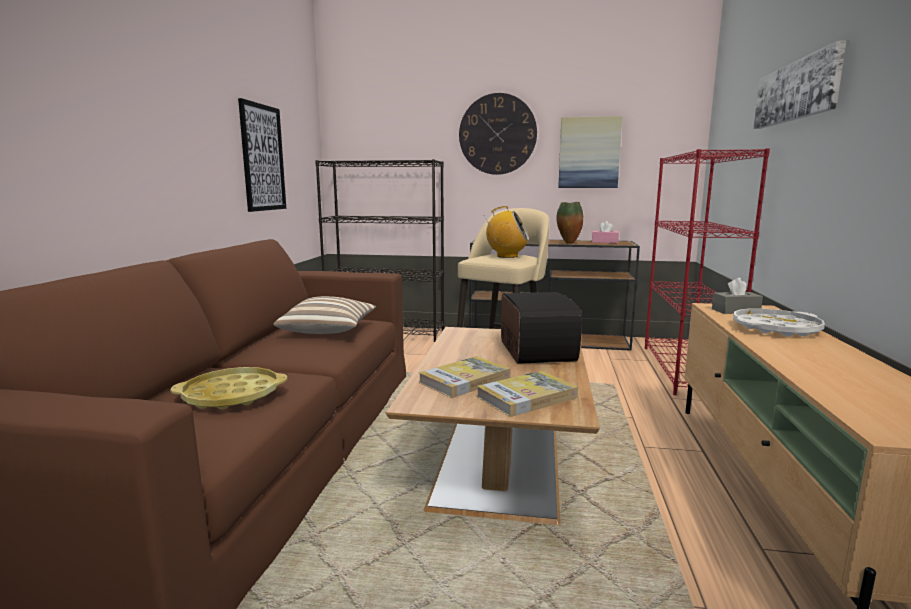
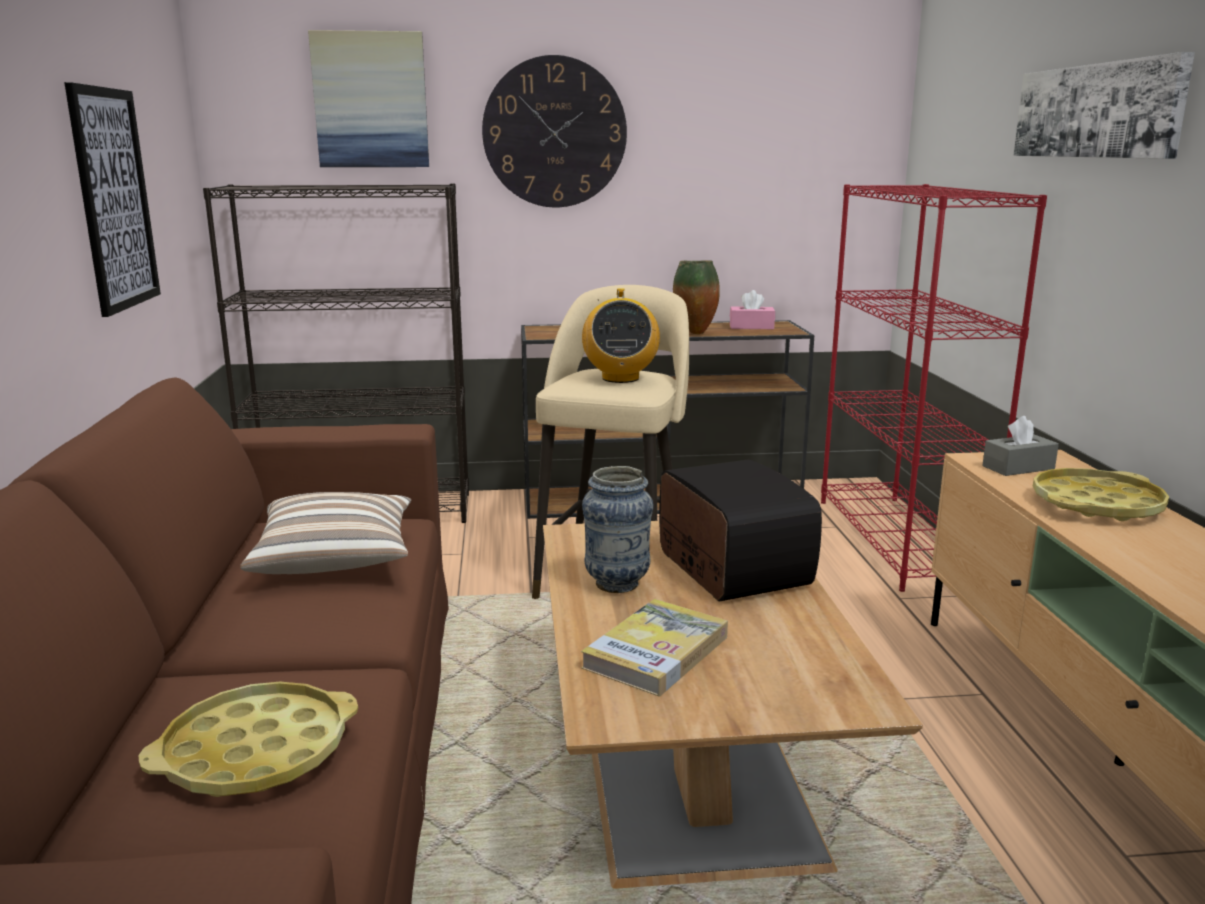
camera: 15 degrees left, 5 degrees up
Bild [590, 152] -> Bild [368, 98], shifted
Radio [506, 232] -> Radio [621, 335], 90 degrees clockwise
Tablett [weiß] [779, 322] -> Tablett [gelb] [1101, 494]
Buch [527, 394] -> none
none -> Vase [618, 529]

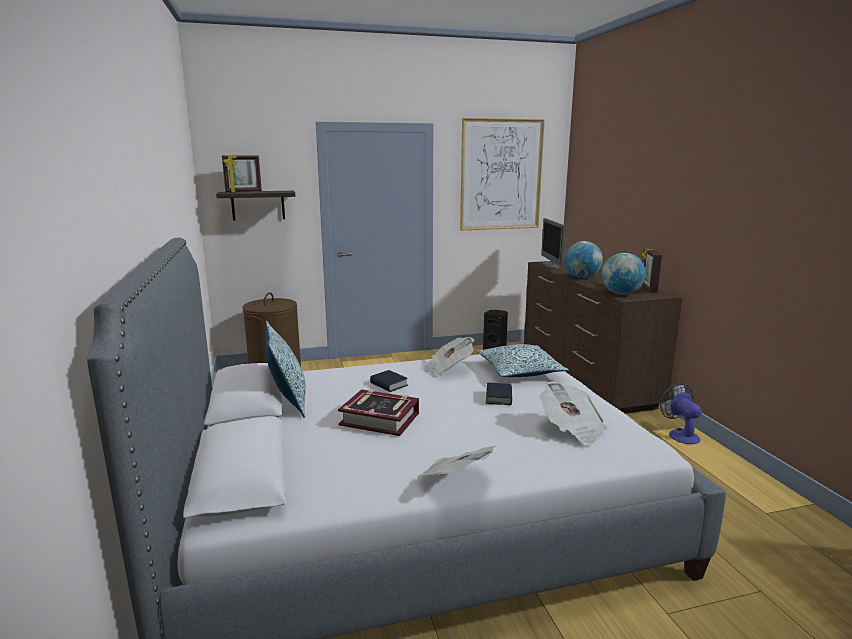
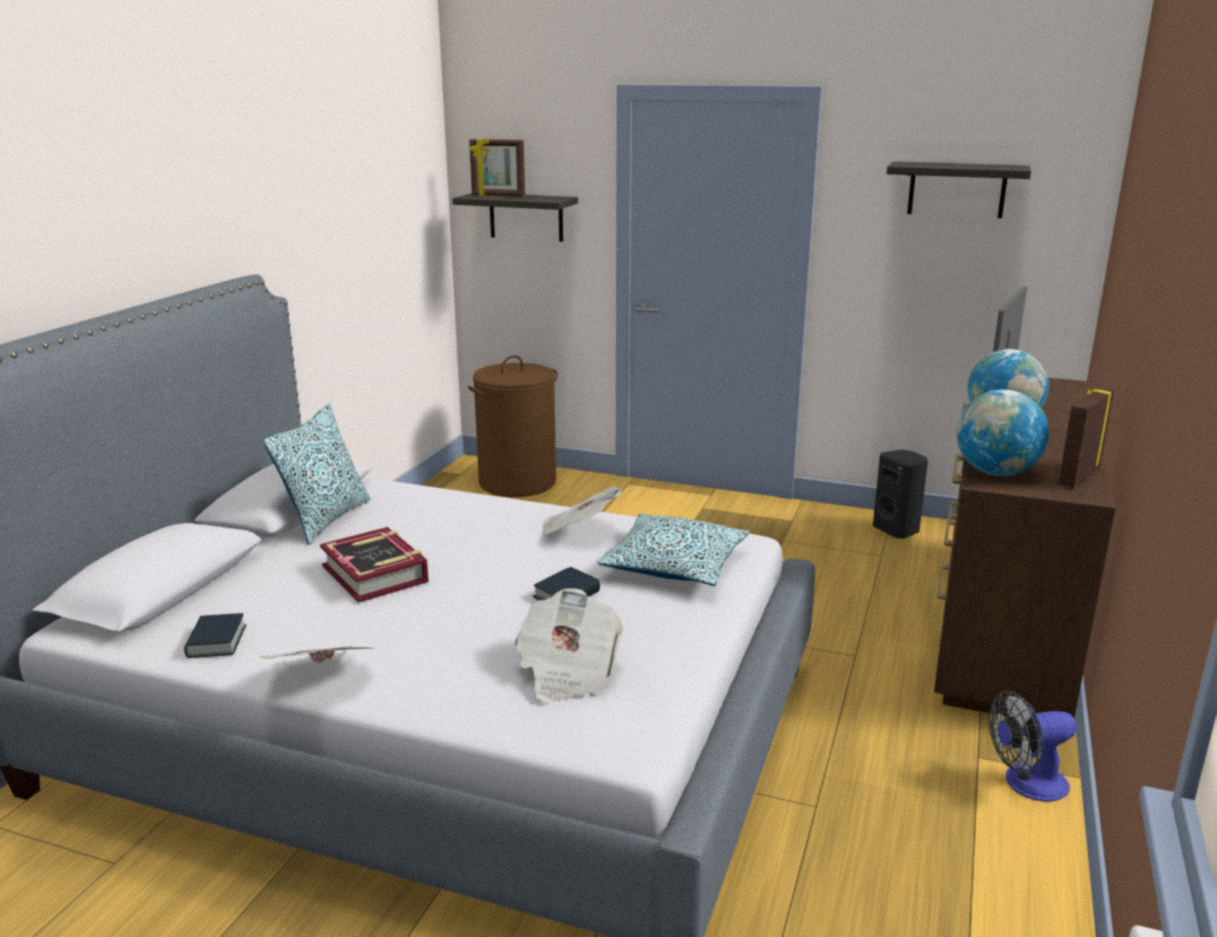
camera: 35 degrees right, 5 degrees up
Bild [502, 174] -> Wandregal [959, 189]
Buch [389, 381] -> Buch [215, 635], shifted
Ventilator [681, 413] -> Ventilator [1033, 746], 120 degrees counterclockwise

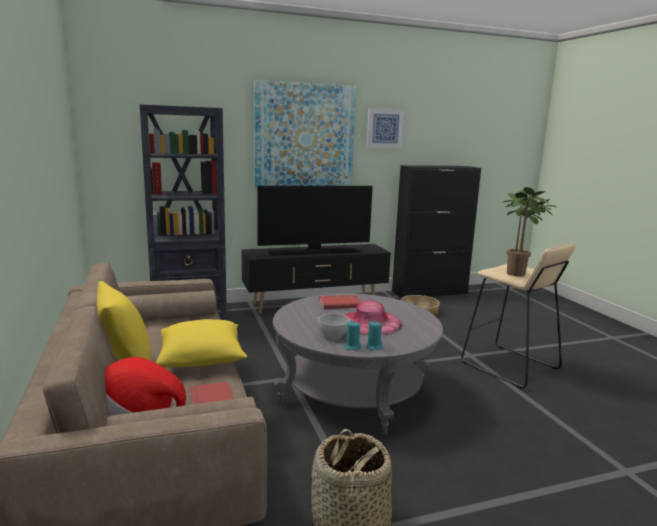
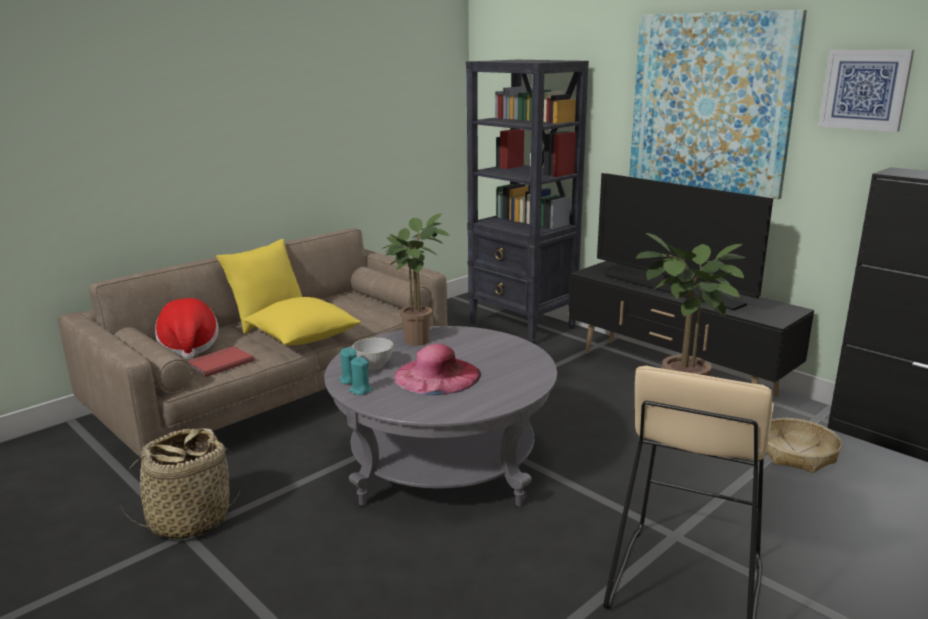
camera: 65 degrees right, 5 degrees up
Buch [rot] [340, 302] -> none
none -> Topfpflanze [416, 279]

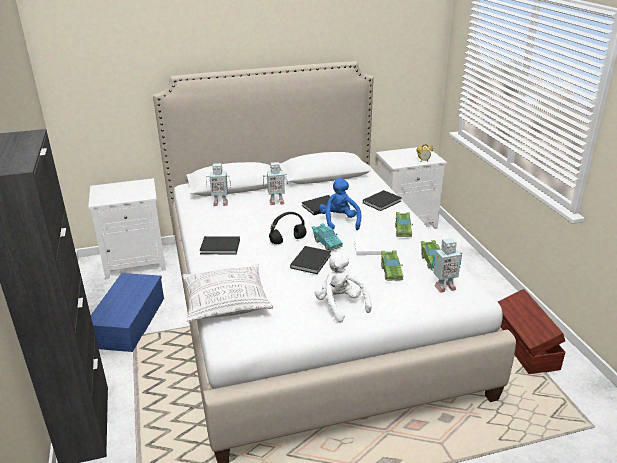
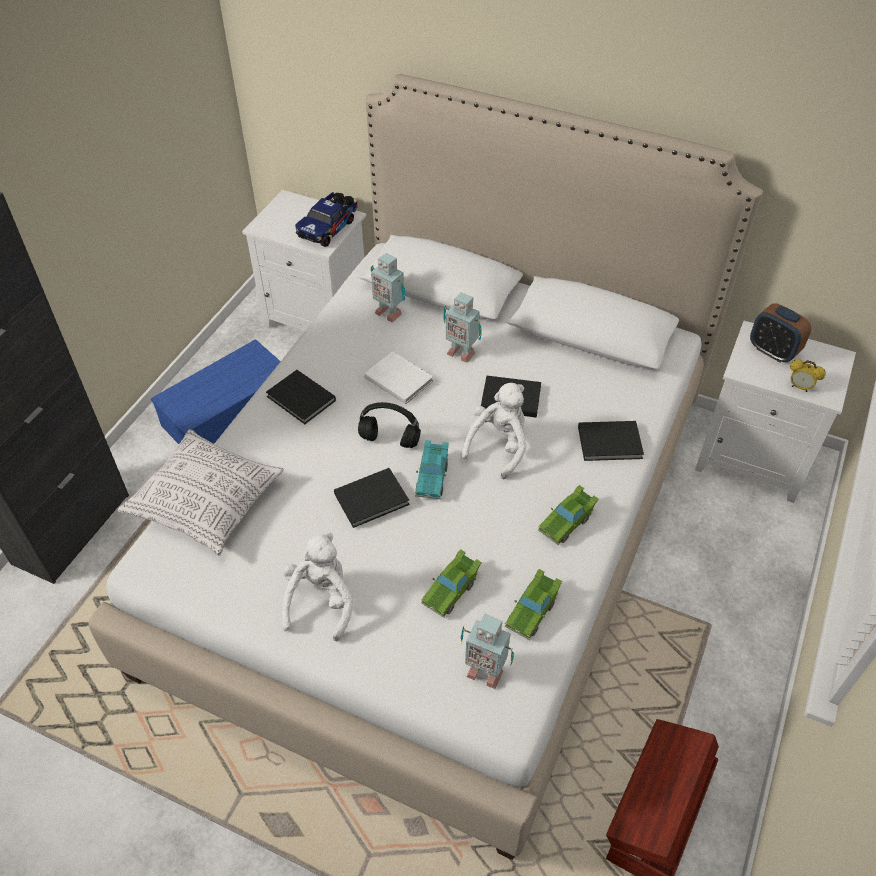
camera: 40 degrees right, 20 degrees up
Plüschtier [blau] [340, 204] -> Plüschtier [weiß] [494, 431]
Buch [weiß] [374, 246] -> Buch [weiß] [399, 377], shifted
none -> Spielzeuglaster [326, 219]
none -> Wecker [780, 332]

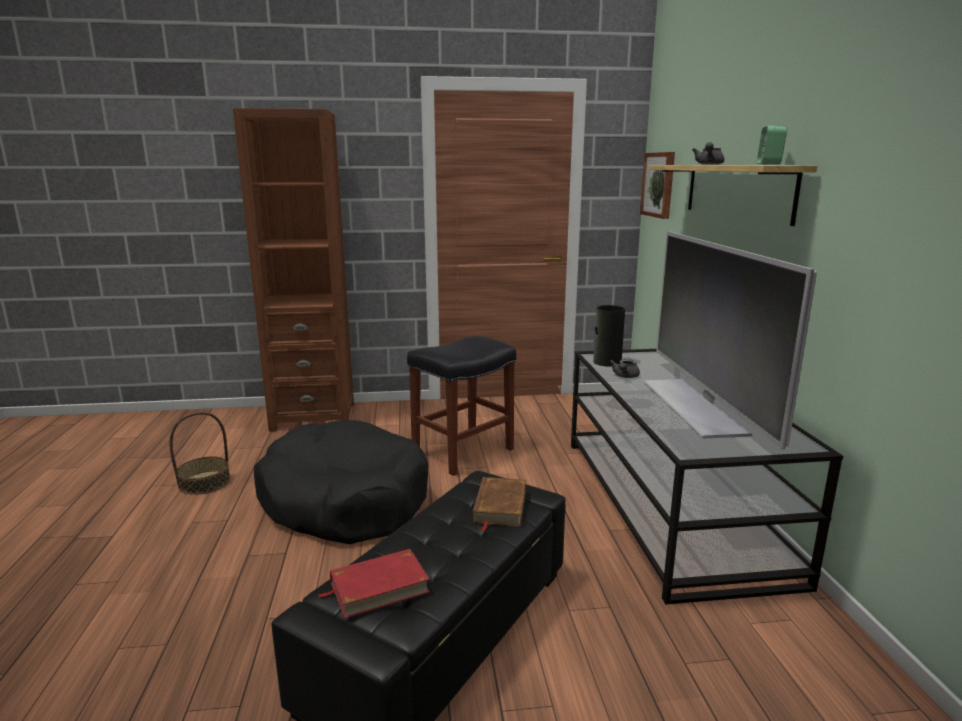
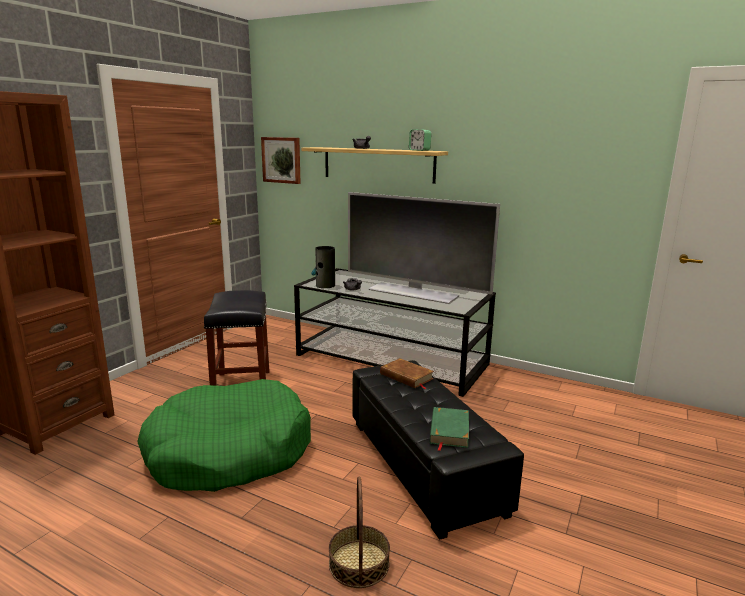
camera: 55 degrees left, 0 degrees up
Korb [200, 453] -> Korb [359, 532], shifted
Hundebett [schwarz] [341, 482] -> Hundebett [grün] [224, 435]
Buch [rot] [374, 584] -> Buch [grün] [449, 429]

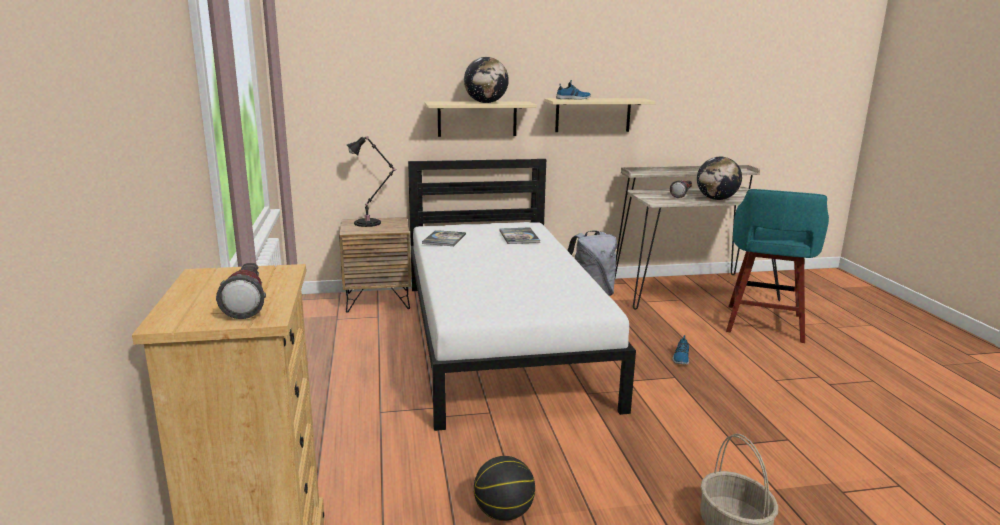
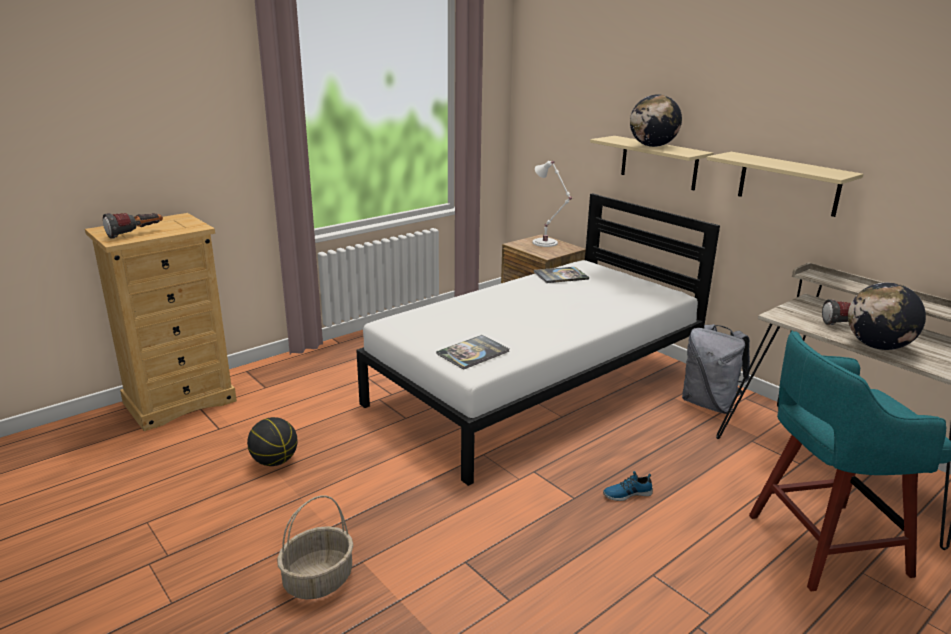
camera: 60 degrees right, 5 degrees up
Schuh [573, 90] -> none
Tischlampe [schwarz] [371, 181] -> Tischlampe [weiß] [552, 204]
Buch [519, 235] -> Buch [473, 352], shifted

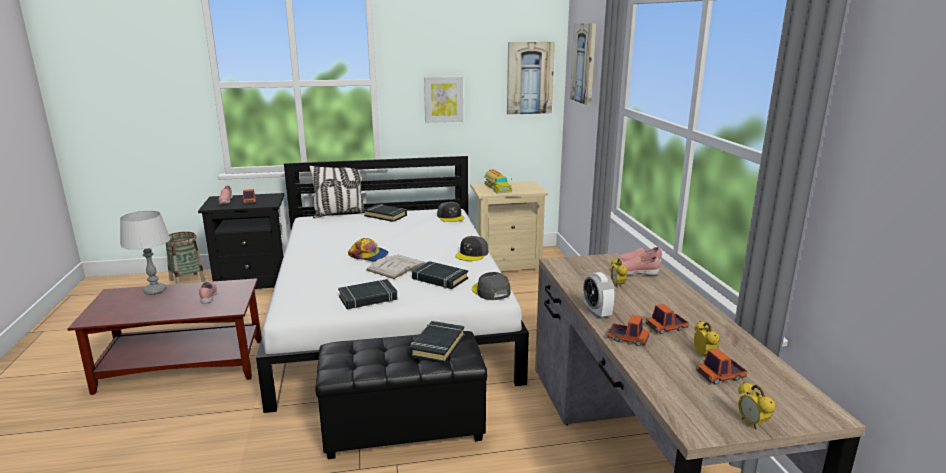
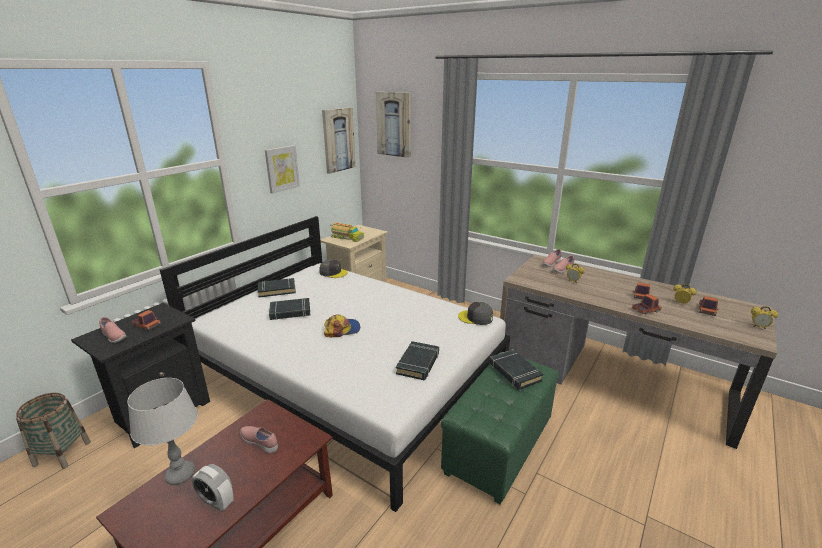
camera: 45 degrees left, 5 degrees up
Kissen [337, 192] -> none
Kappe [grau] [471, 248] -> none
Buch [weiß] [396, 267] -> none
Buch [schwarz] [440, 275] -> Buch [schwarz] [289, 309], shifted
Wecker [599, 295] -> Wecker [213, 487], shifted
Polsterhocker [schwarz] [401, 395] -> Polsterhocker [grün] [500, 428]

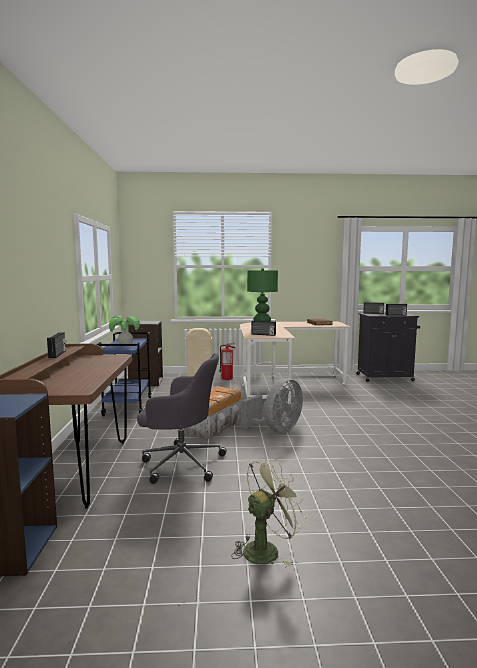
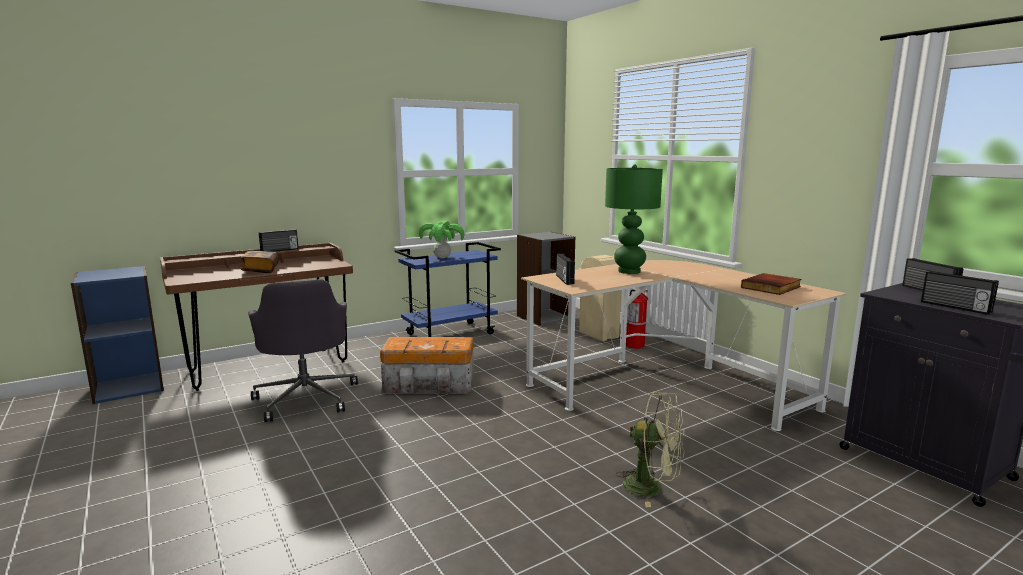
camera: 60 degrees right, 5 degrees up
Ventilator [grau] [272, 405] -> none
Ventilator [grün] [269, 512] -> Ventilator [grün] [650, 449], shifted
none -> Buch [260, 262]

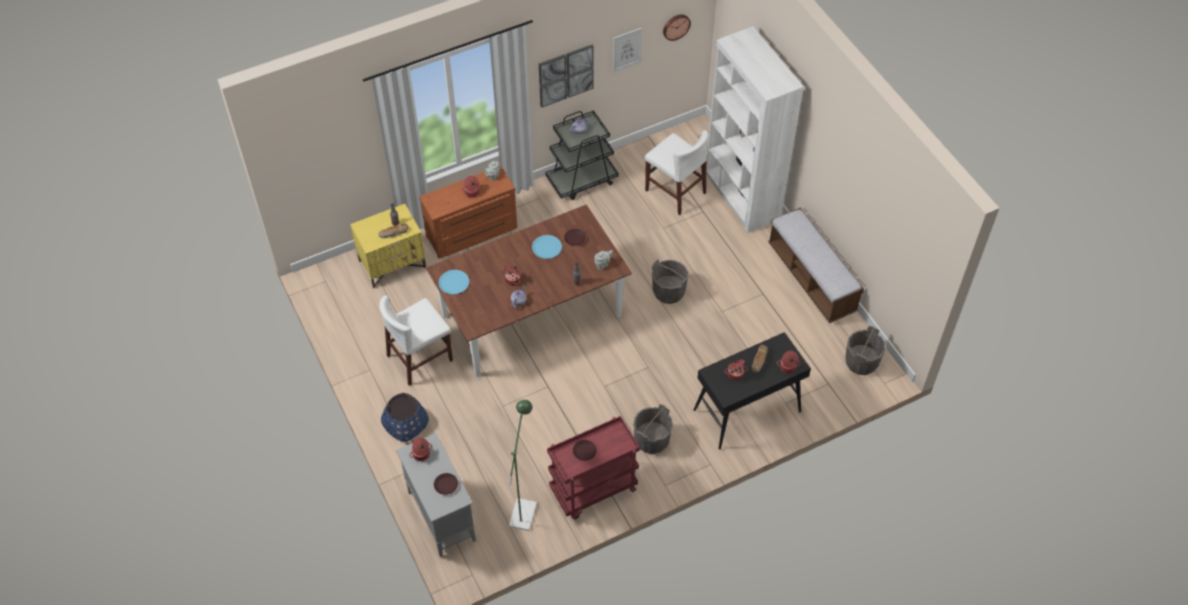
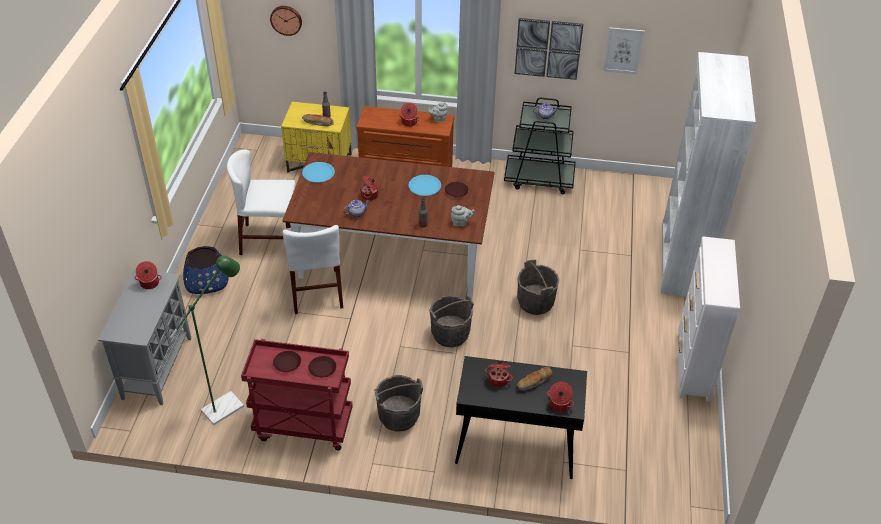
camera: 35 degrees right, 10 degrees down
Wanduhr [677, 27] -> Wanduhr [286, 21], shifted
Stuhl [weiß] [677, 172] -> Stuhl [weiß] [313, 269], shifted
Bank [816, 265] -> Kommode [weiß] [709, 319]
Eimer [grau] [865, 350] -> Eimer [grau] [451, 321], shifted
Teller [braun] [446, 484] -> Teller [braun] [322, 367], shifted

